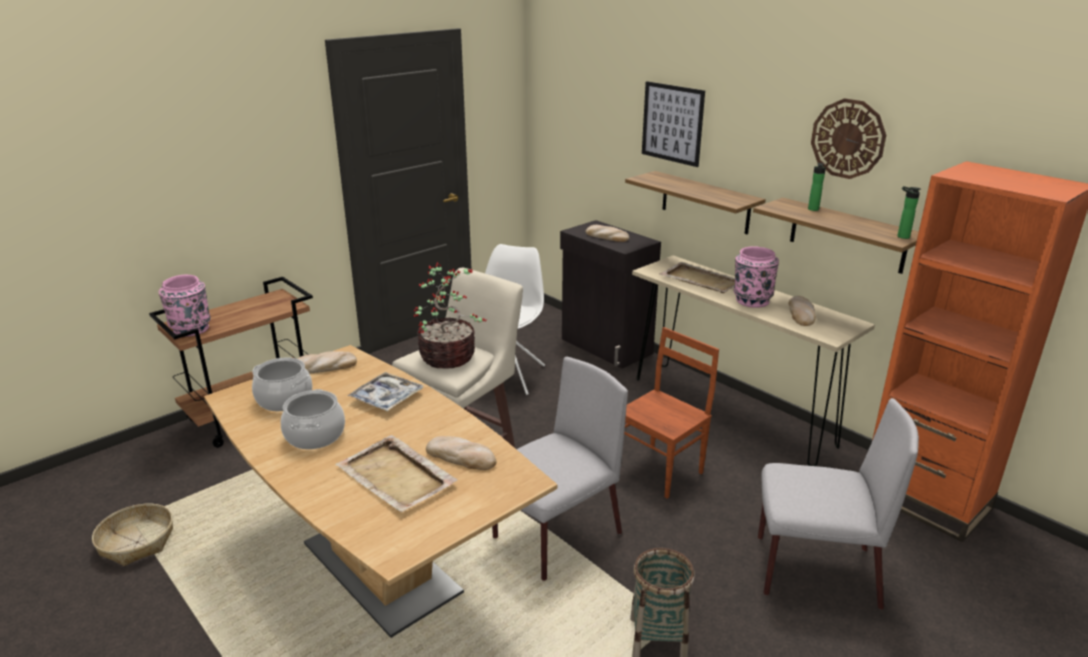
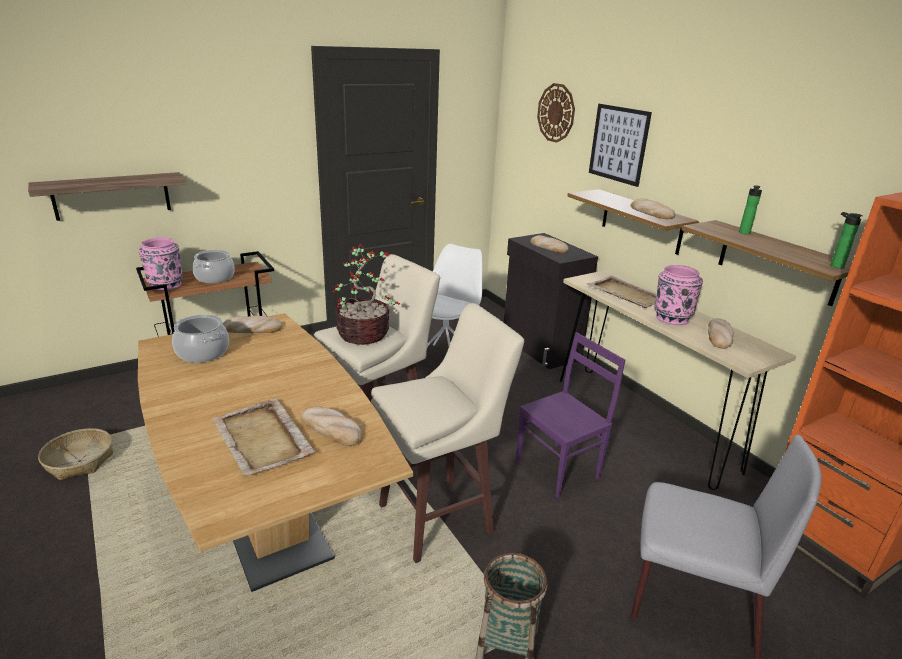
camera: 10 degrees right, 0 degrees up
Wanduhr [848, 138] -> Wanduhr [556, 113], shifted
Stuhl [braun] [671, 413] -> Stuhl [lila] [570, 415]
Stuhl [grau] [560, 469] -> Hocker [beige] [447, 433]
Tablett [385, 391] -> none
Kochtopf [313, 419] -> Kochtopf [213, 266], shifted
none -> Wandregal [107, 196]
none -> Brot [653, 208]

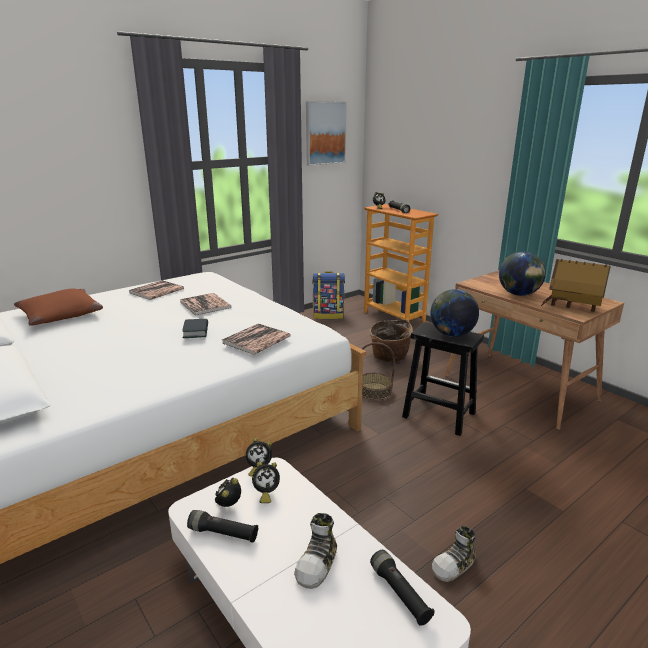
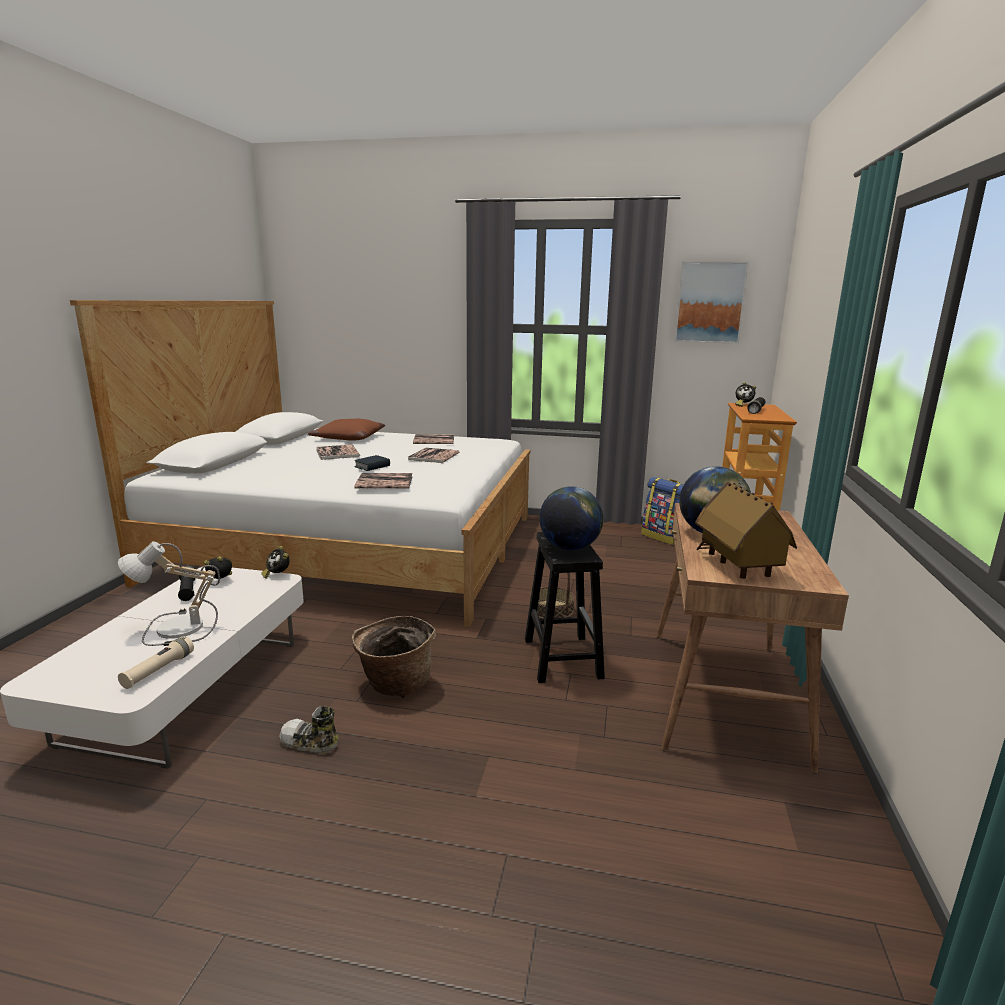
camera: 50 degrees right, 5 degrees down
Korb [391, 340] -> Korb [394, 657], shifted
Wecker [266, 482] -> none
Schuh [315, 551] -> Tischlampe [169, 593]
Taschenlampe [schwarz] [402, 588] -> Taschenlampe [beige] [156, 662]
none -> Buch [338, 452]

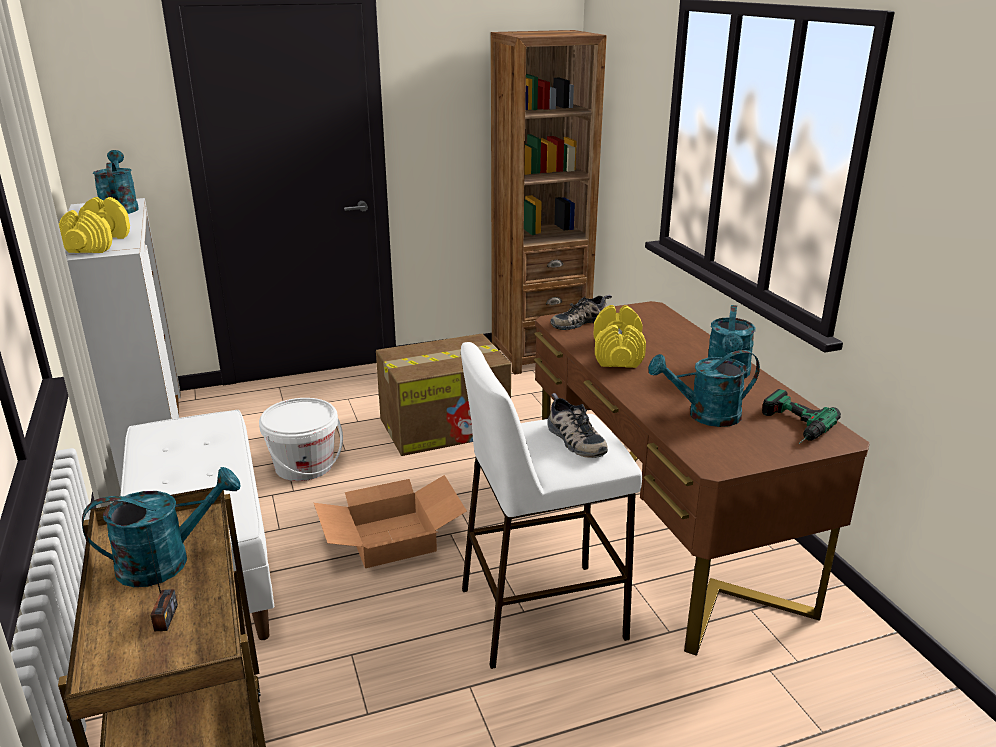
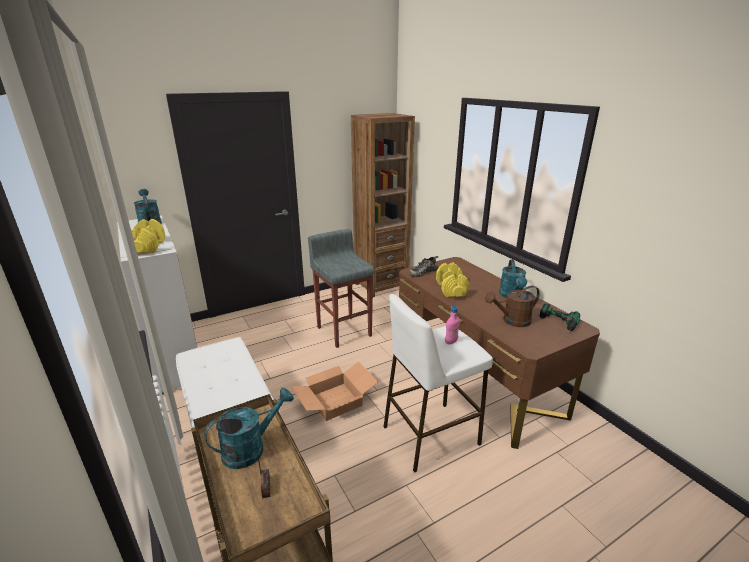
camera: 10 degrees left, 0 degrees up
Karton [443, 395] -> Hocker [grau] [341, 288]
Gießkanne [türkis] [704, 388] -> Gießkanne [braun] [512, 306]
Schuh [577, 425] -> Flasche [rosa] [452, 325]
Eimer [weiß] [301, 439] -> none

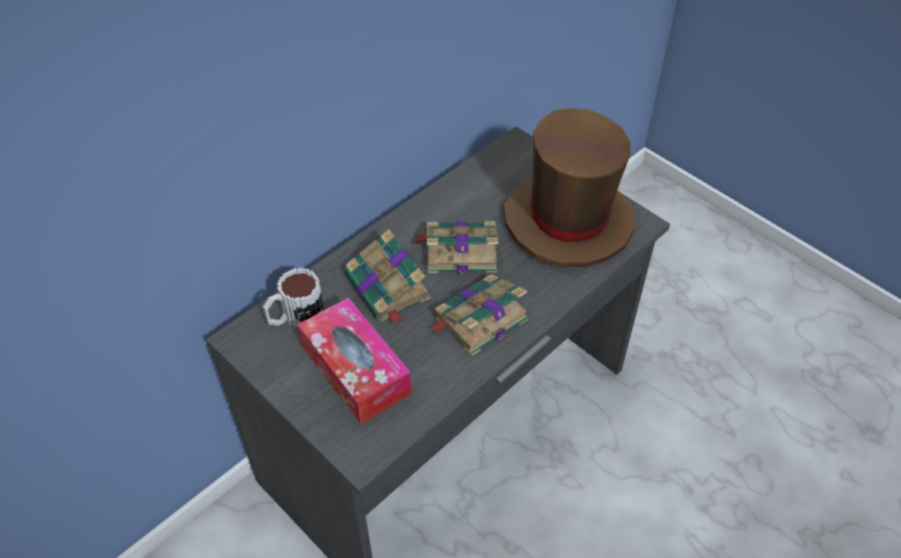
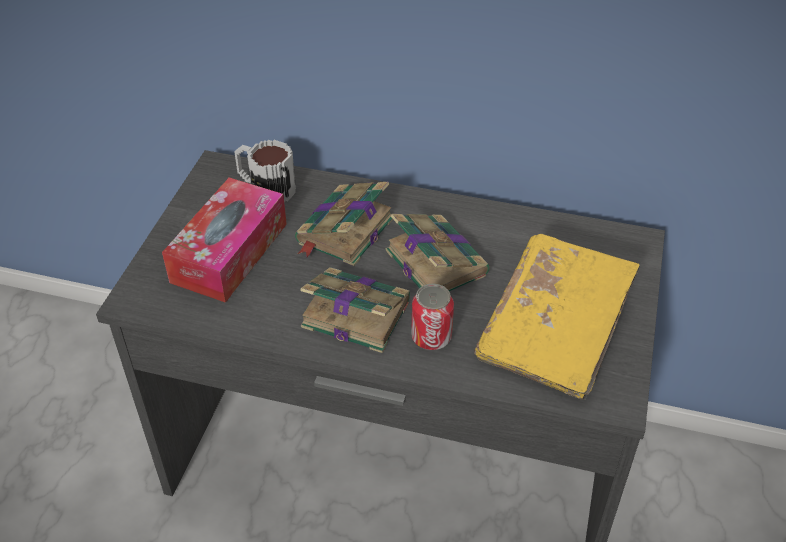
camera: 60 degrees right, 5 degrees down
Hut [braun] [569, 187] -> Buch [gelb] [557, 317]
none -> Dose [432, 316]

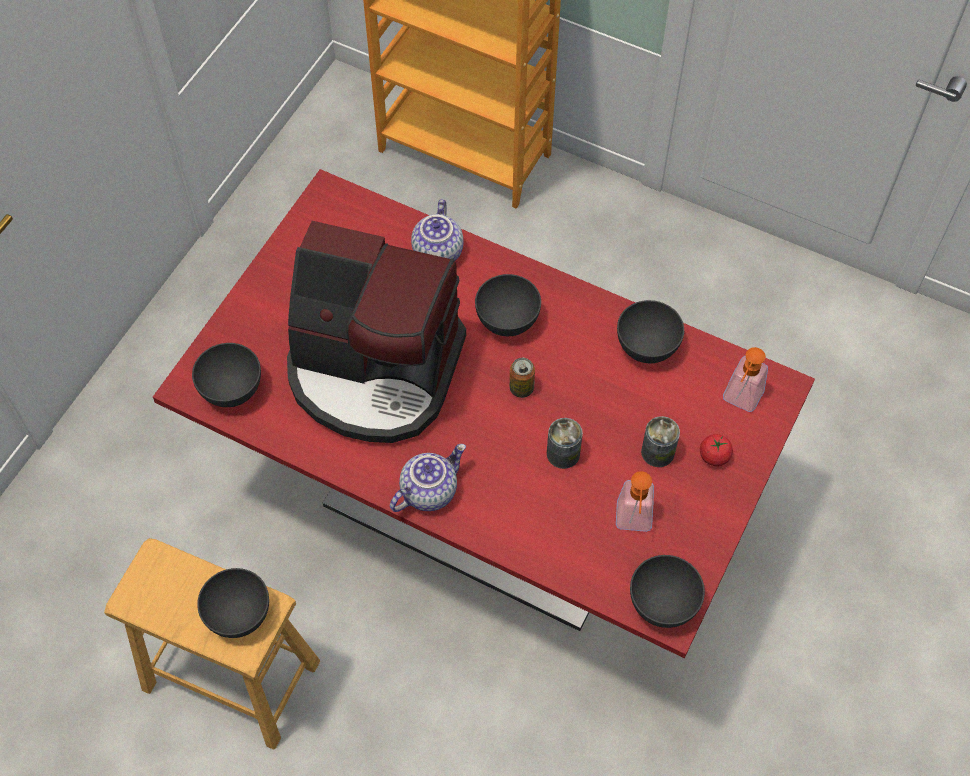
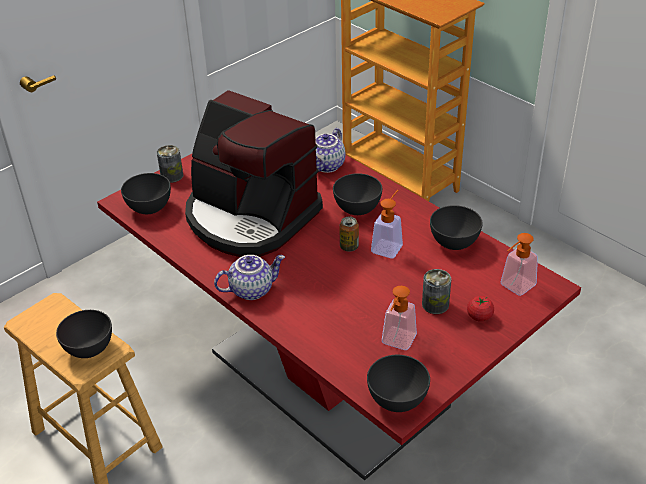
camera: 20 degrees right, 20 degrees down
Dose [565, 443] -> Dose [170, 164], shifted
none -> Seifenspender [387, 224]

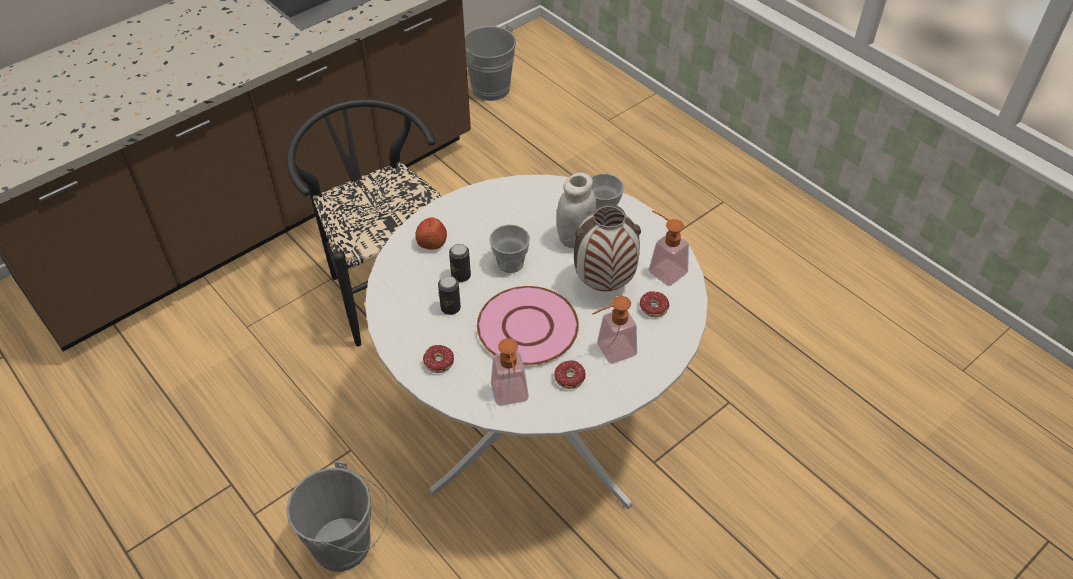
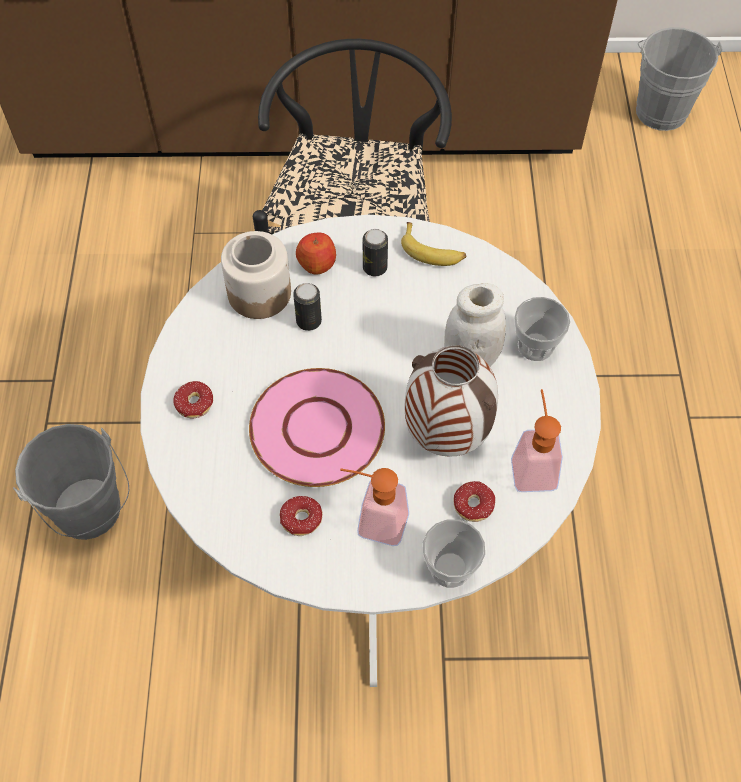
camera: 40 degrees right, 10 degrees up
Tasse [509, 249] -> Tasse [454, 553], shifted
Dose [449, 295] -> Dose [375, 252], shifted
Seifenspender [510, 372] -> none
none -> Banane [433, 244]
none -> Vorratsglas [256, 275]

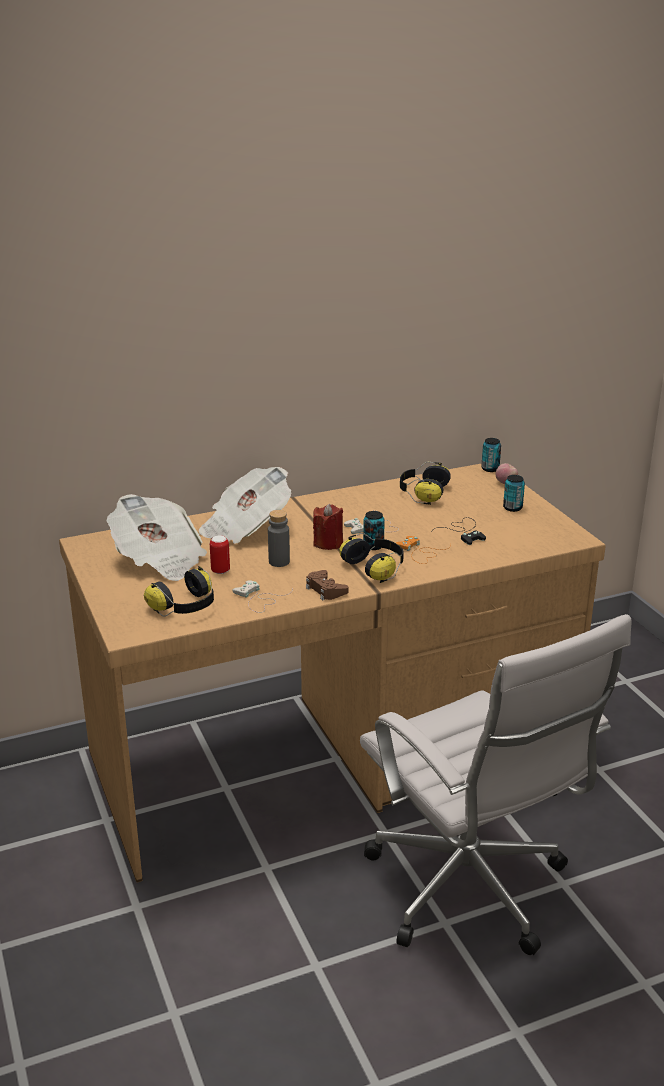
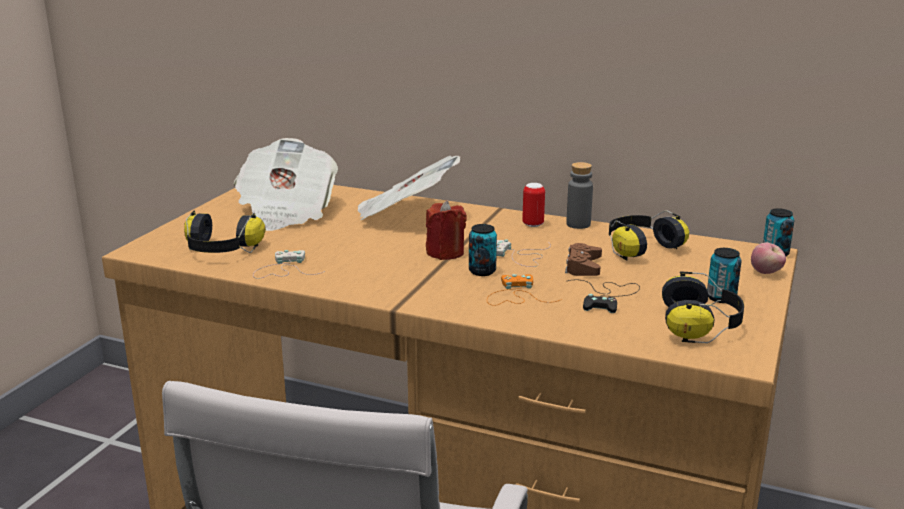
camera: 45 degrees right, 5 degrees down
Flasche [grau] [279, 538] -> Flasche [grau] [579, 195], shifted
Kopfhörer [371, 558] -> Kopfhörer [703, 307], shifted
Dose [220, 554] -> Dose [533, 205], shifted
Gamepad [braun] [327, 585] -> Gamepad [braun] [583, 259], shifted

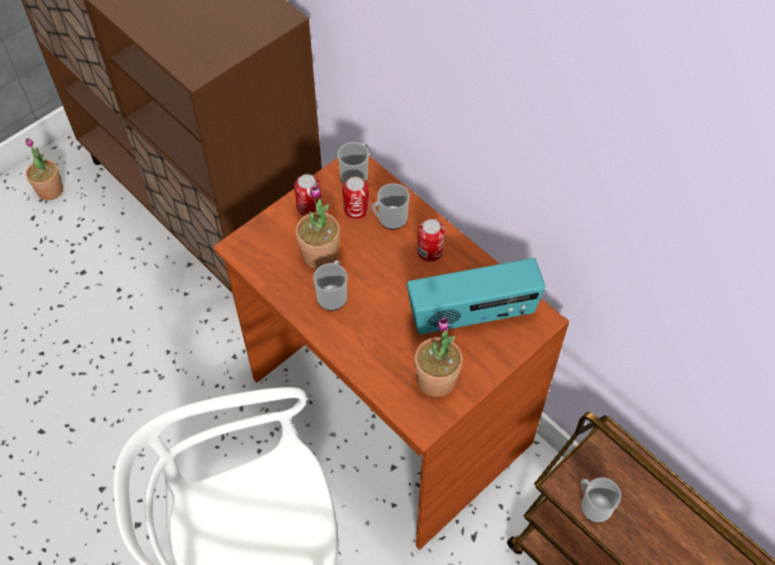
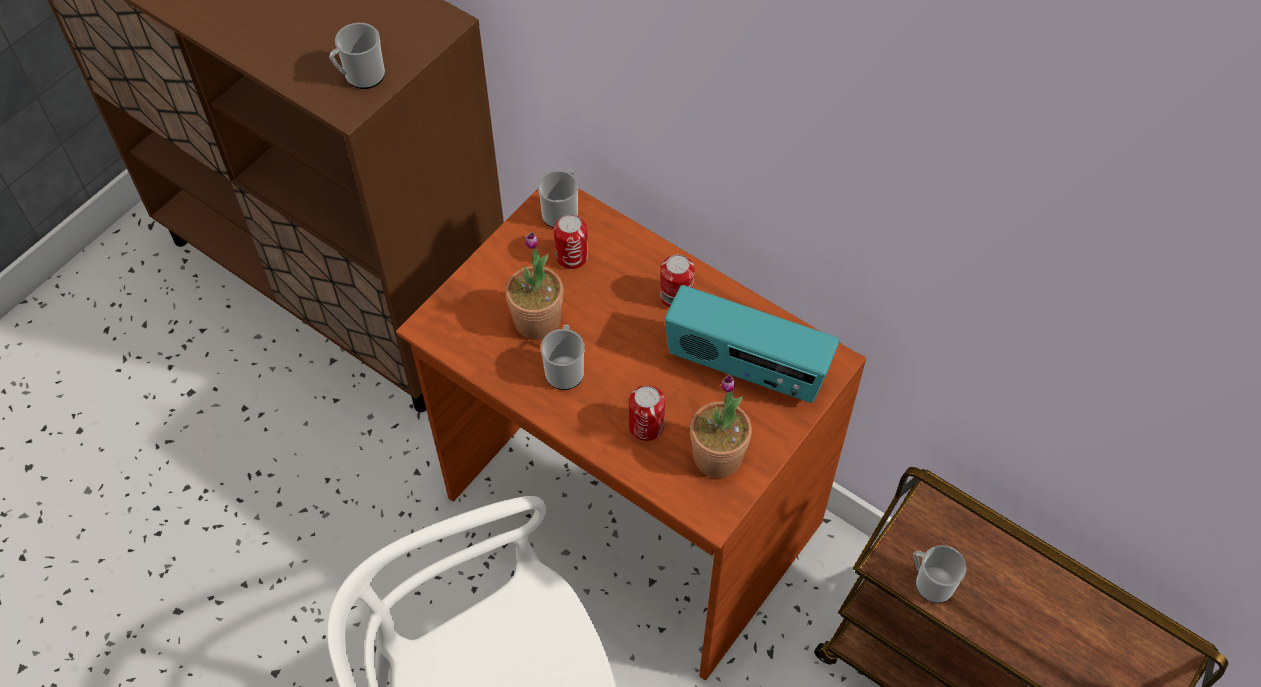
camera: 10 degrees left, 0 degrees up
Topfpflanze [44, 169] -> none
Dose [308, 195] -> Dose [647, 413], shifted
Henkelbecher [390, 206] -> Henkelbecher [357, 56], shifted
Radio [476, 296] -> Radio [752, 344], 45 degrees clockwise

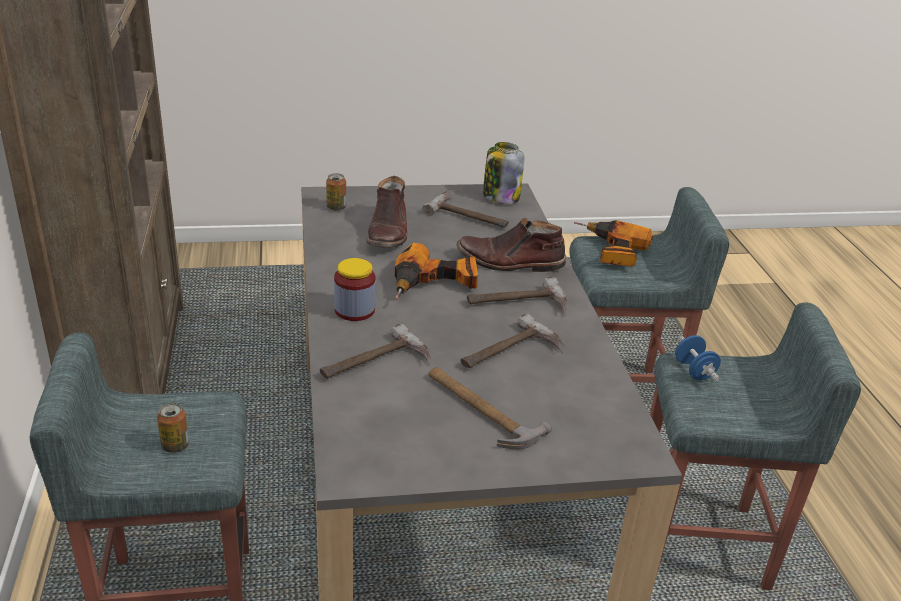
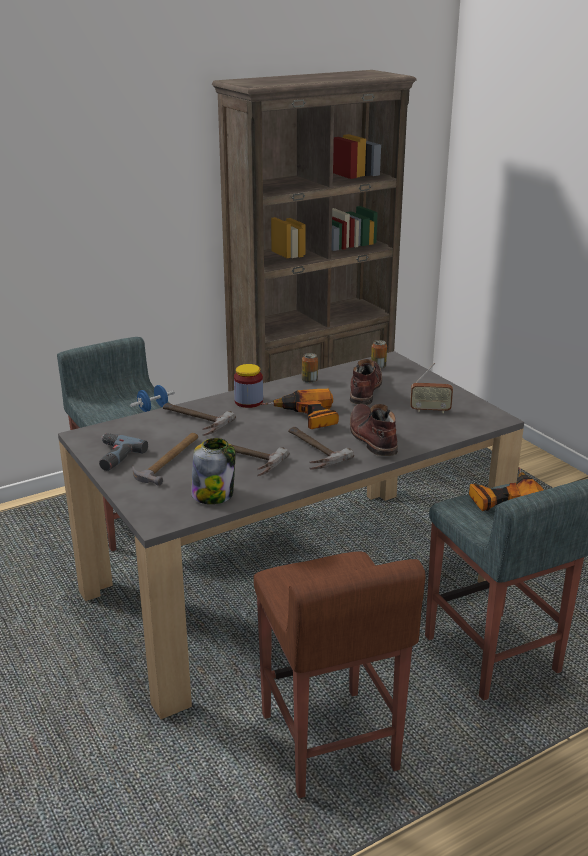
camera: 70 degrees right, 5 degrees down
Vorratsglas [503, 173] -> Vorratsglas [213, 471], shifted
Stiefel [braun] [386, 212] -> Stiefel [braun] [366, 382], 120 degrees clockwise
Hammer [465, 209] -> Radio [431, 388]
Hocker [grau] [755, 446] -> Hocker [braun] [340, 674]
Hantel [blau] [698, 358] -> Hantel [blau] [152, 398], shifted
Dose [173, 428] -> Dose [310, 368], shifted
none -> Bohrmaschine [123, 452]

